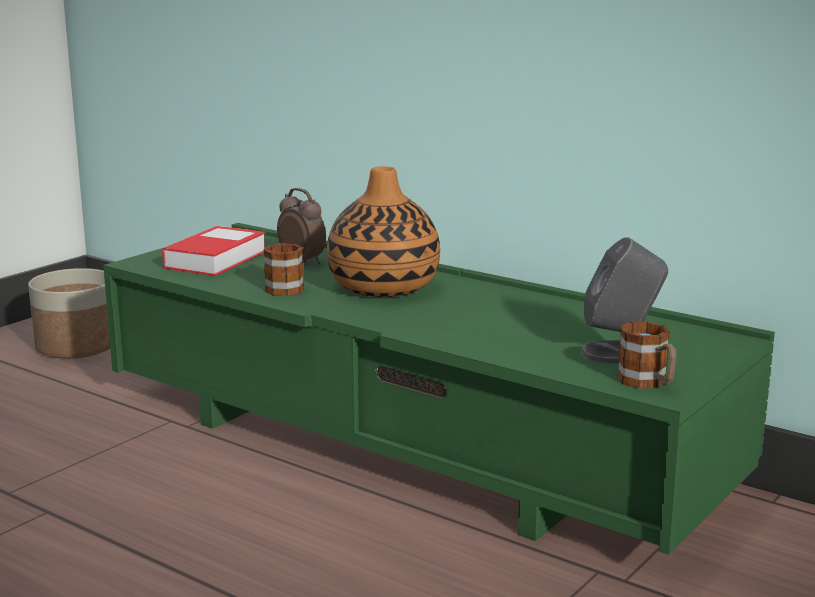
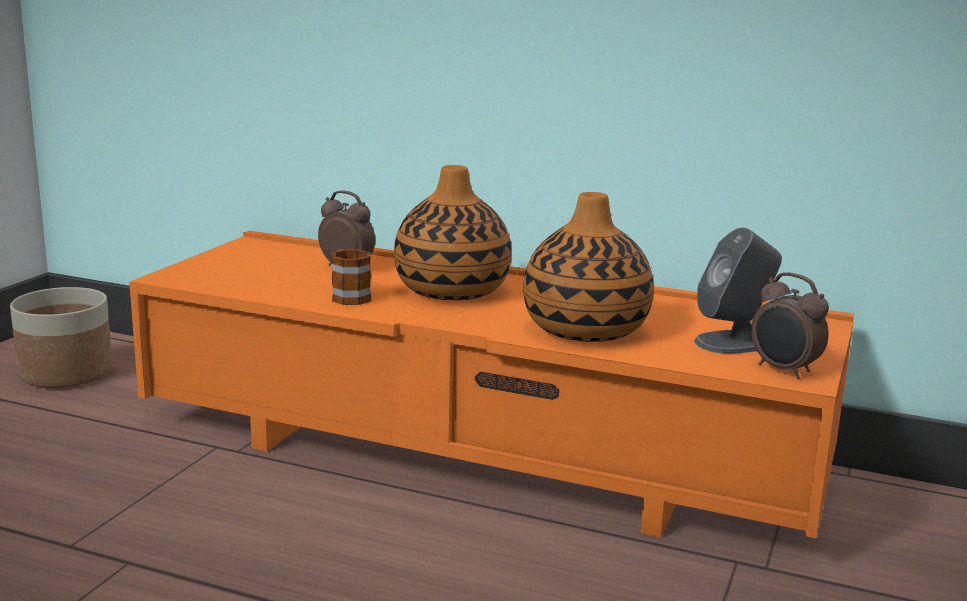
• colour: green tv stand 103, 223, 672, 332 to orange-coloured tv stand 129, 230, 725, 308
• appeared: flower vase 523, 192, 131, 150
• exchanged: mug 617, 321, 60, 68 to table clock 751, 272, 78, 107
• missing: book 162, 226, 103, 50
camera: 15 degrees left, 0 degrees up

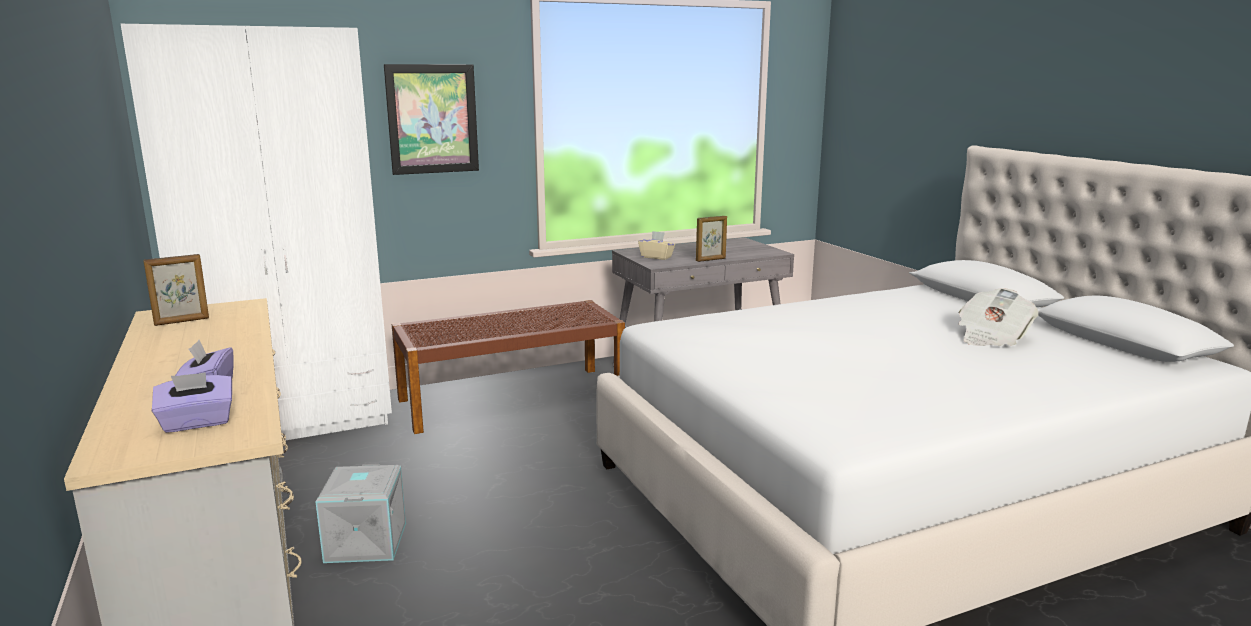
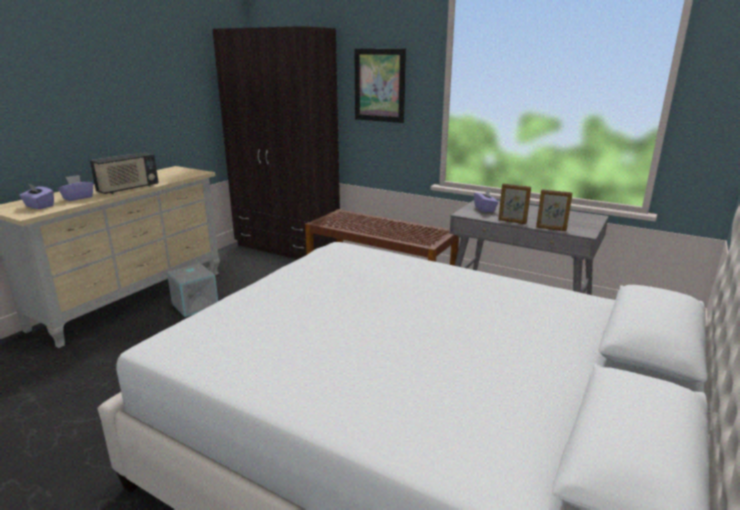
• appeared: radio set 90, 152, 68, 42
• colour: white clothes cupboard 121, 24, 271, 416 to brown-coloured clothes cupboard 212, 26, 128, 234
• colour: beige tissue box 638, 231, 37, 29 to purple-coloured tissue box 474, 188, 24, 24
• relocated: standing frame 143, 254, 66, 72 to 536, 189, 36, 42
• missing: newspaper 959, 288, 80, 58
camera: 55 degrees right, 5 degrees up

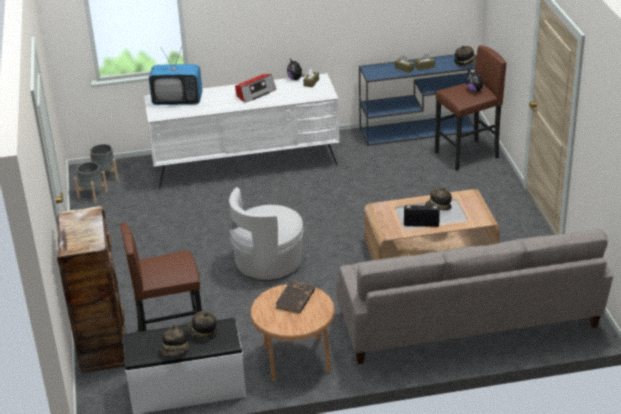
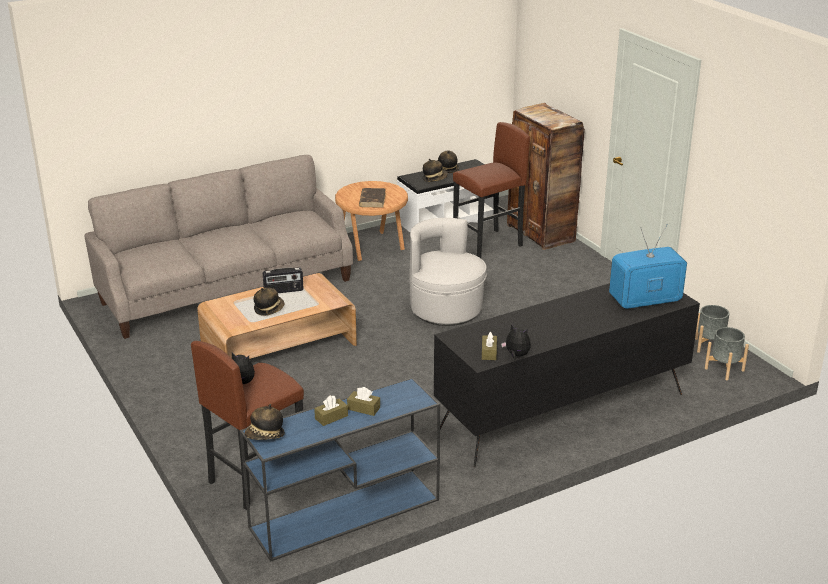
• spun: white easy chair 229, 187, 74, 94 = 409, 218, 78, 108 75 degrees counterclockwise
• colour: white tv stand 144, 73, 196, 116 to blackish tv stand 434, 283, 266, 184
• missing: radio set 235, 74, 41, 29
camera: 160 degrees right, 5 degrees down

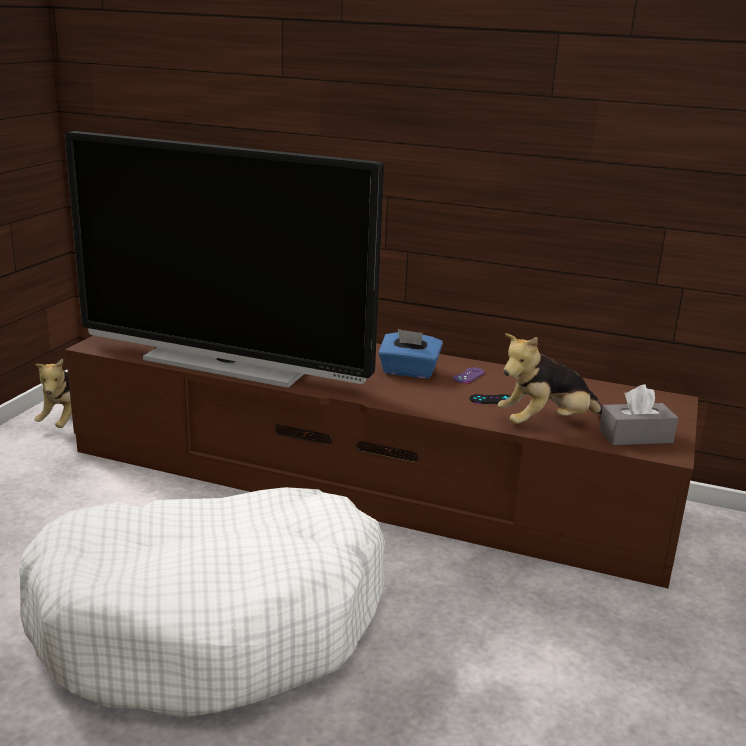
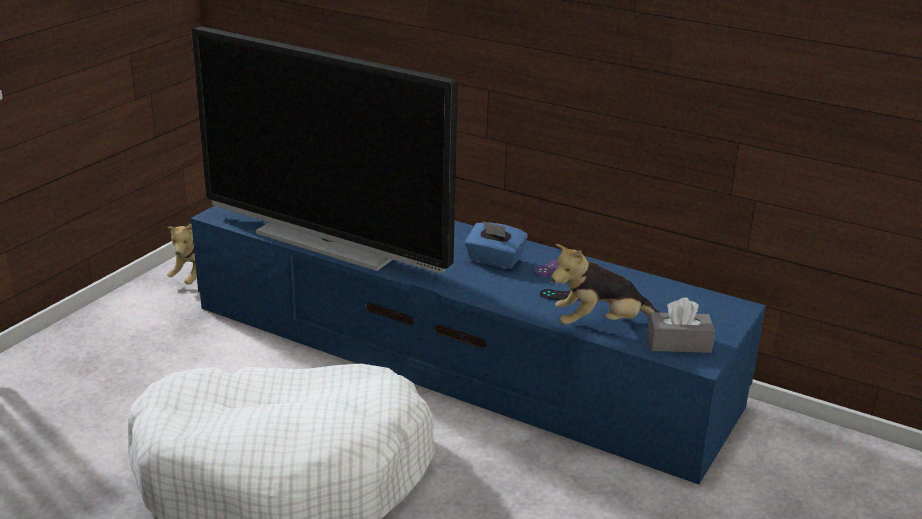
• colour: brown-coloured tv stand 65, 335, 633, 253 to blue tv stand 190, 206, 576, 278
camera: 10 degrees right, 5 degrees up

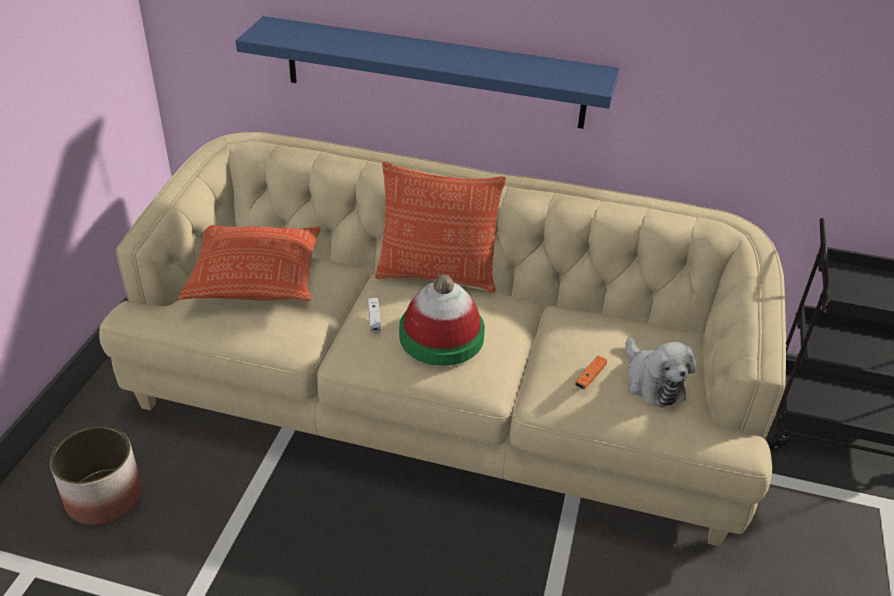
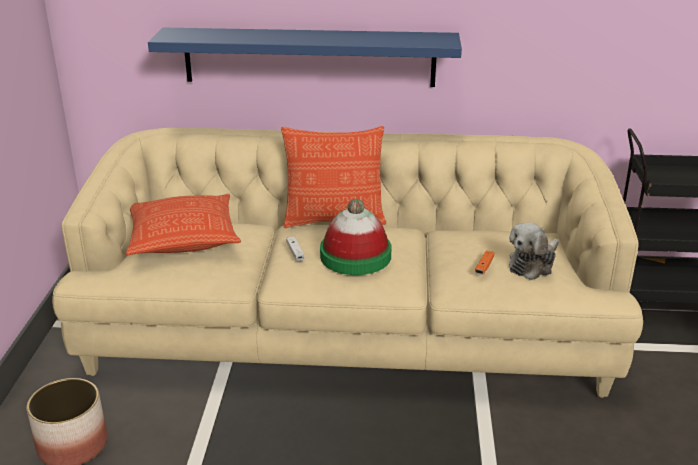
• spun: soft toy 625, 337, 71, 70 = 509, 222, 50, 58 75 degrees clockwise
camera: 10 degrees left, 10 degrees down

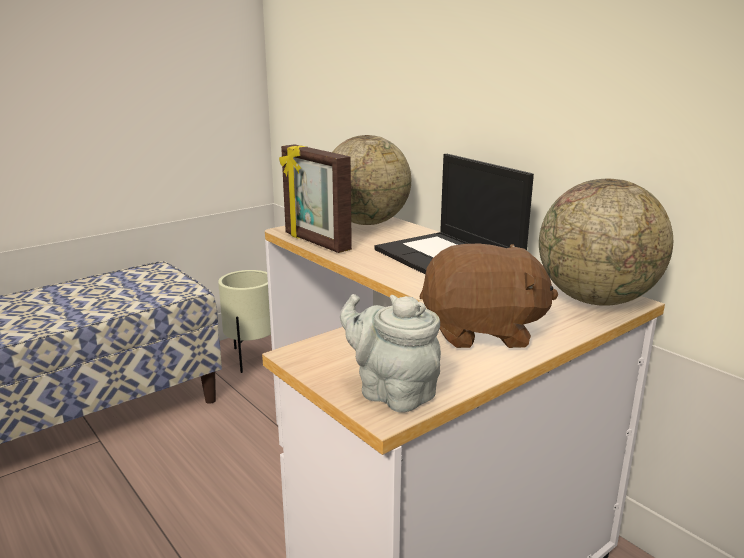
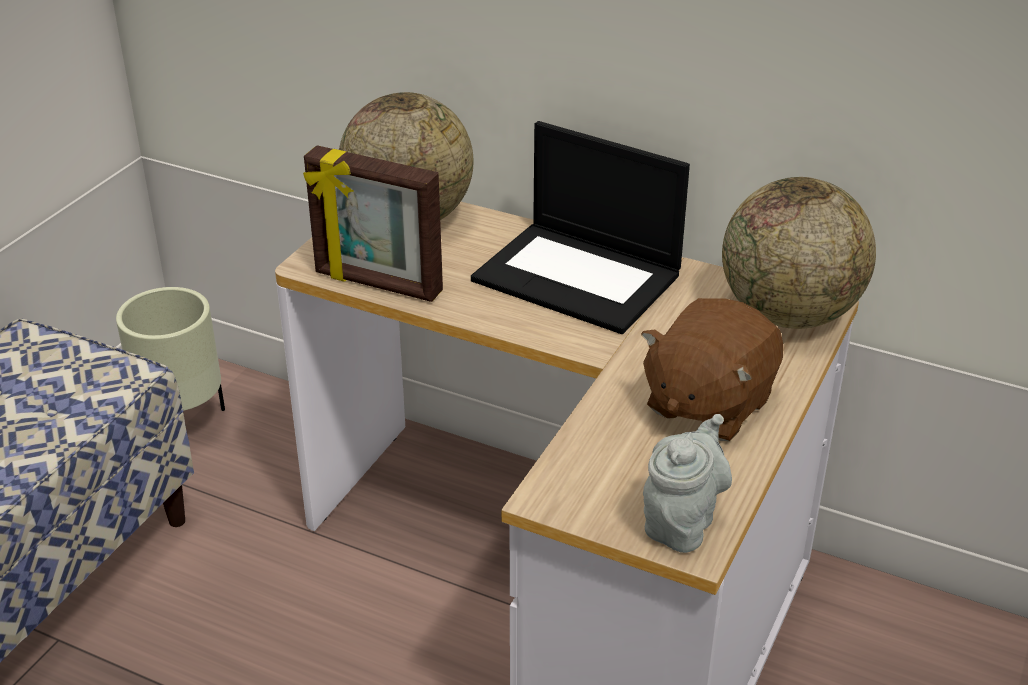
• spun: brown-coloured soft toy 419, 244, 139, 104 = 641, 298, 142, 143 150 degrees clockwise
• spun: gray teapot 340, 294, 101, 118 = 643, 414, 89, 139 105 degrees clockwise
camera: 25 degrees left, 15 degrees up

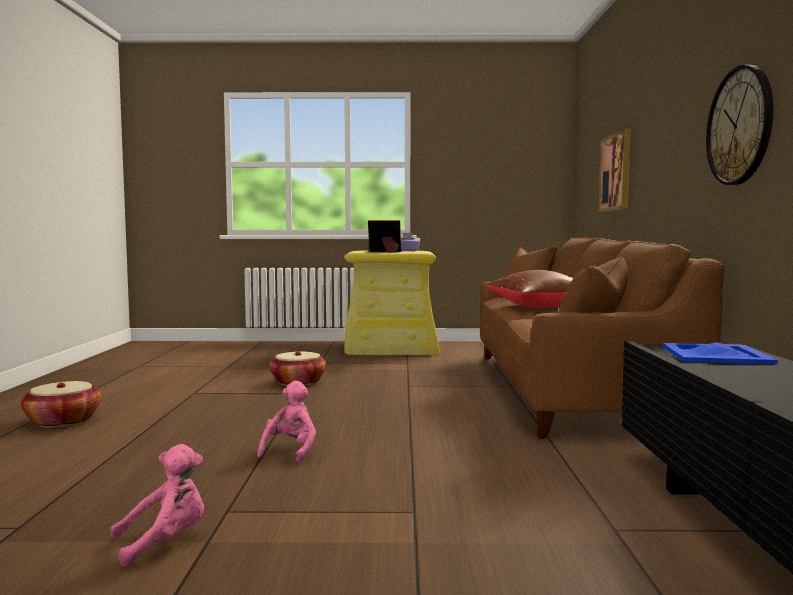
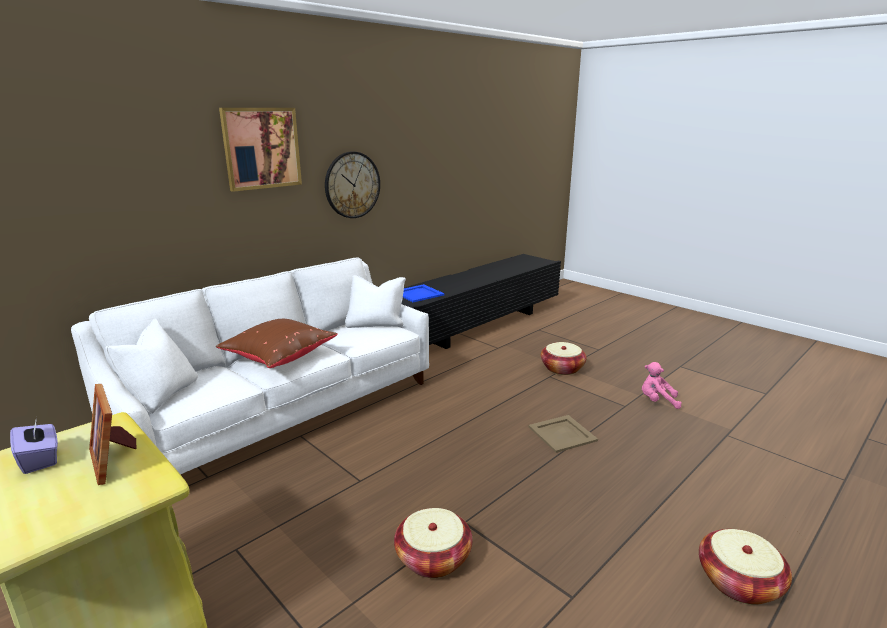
• colour: brown-coloured sofa 480, 237, 244, 202 to white sofa 71, 258, 358, 216
• relocated: picture 598, 128, 33, 83 to 219, 108, 83, 84
• exchanged: pink soft toy 257, 381, 59, 83 to beige serving tray 528, 415, 70, 38
• appeared: basket 541, 342, 46, 33
camera: 135 degrees left, 15 degrees up

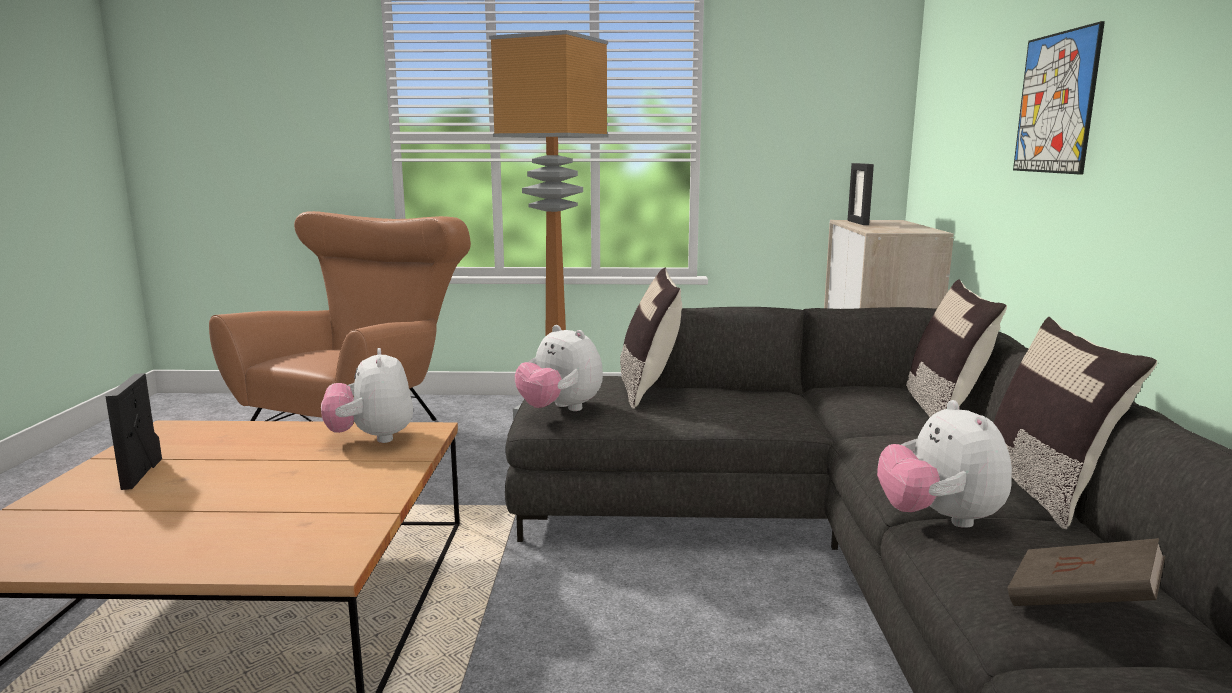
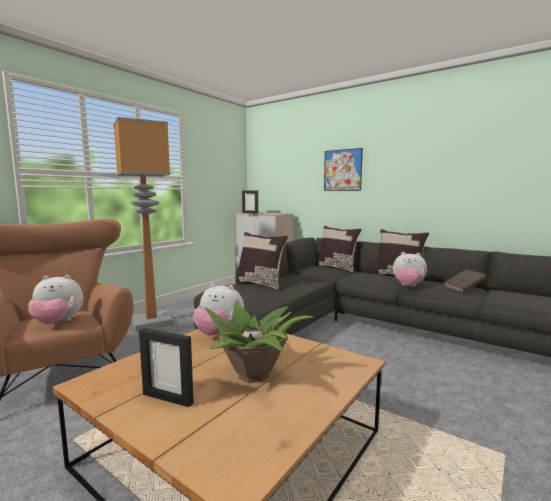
• relocated: soft toy 515, 325, 88, 86 to 28, 275, 55, 49
• appeared: houseplant 205, 300, 108, 83
camera: 55 degrees left, 5 degrees down

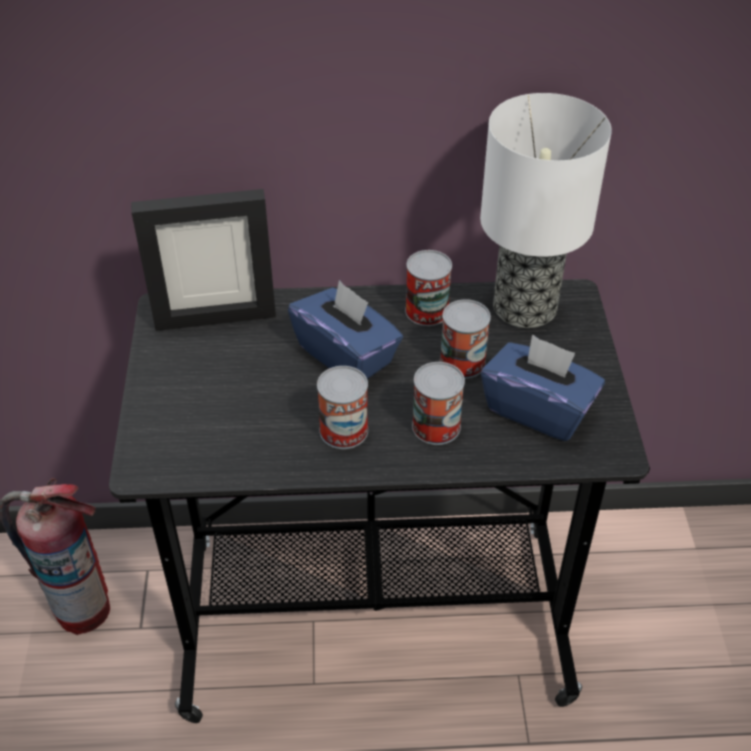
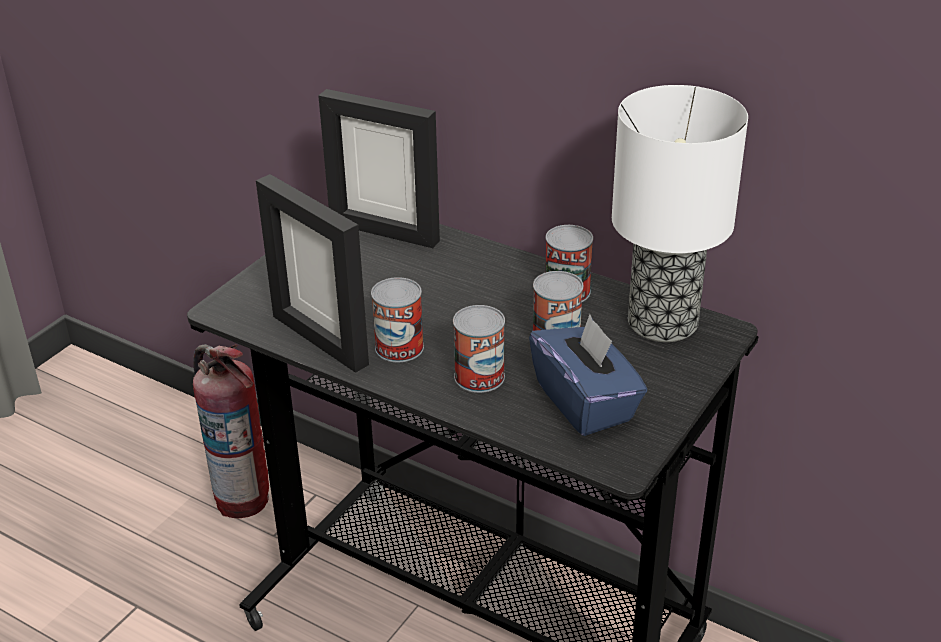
• appeared: standing frame 256, 174, 113, 199
• missing: blue tissue box 288, 280, 115, 99
camera: 35 degrees right, 10 degrees down

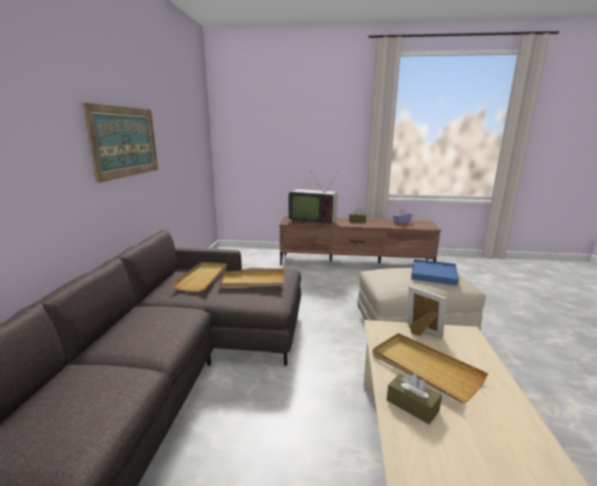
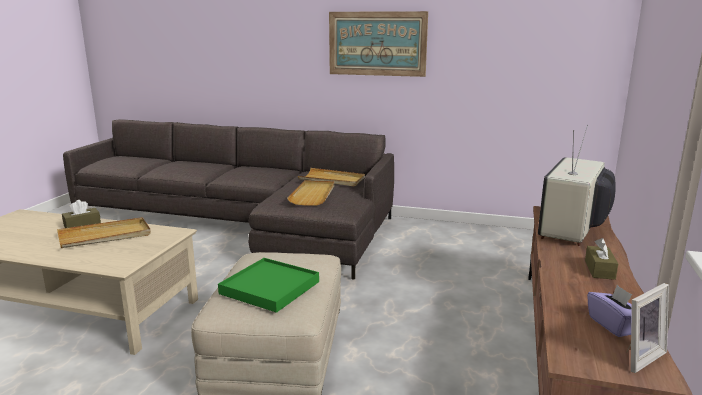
• colour: blue serving tray 411, 259, 47, 27 to green serving tray 218, 258, 101, 55
• relocated: standing frame 407, 286, 39, 52 to 626, 283, 43, 90
camera: 100 degrees right, 0 degrees up

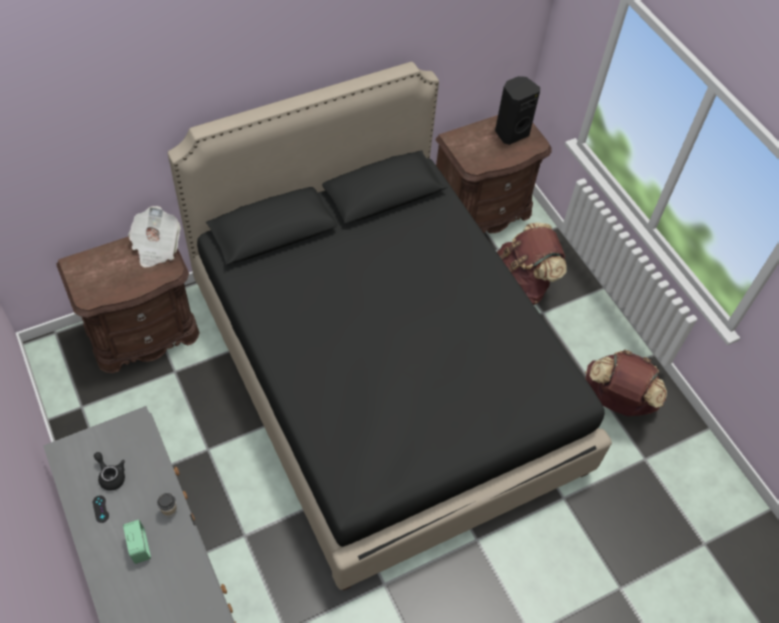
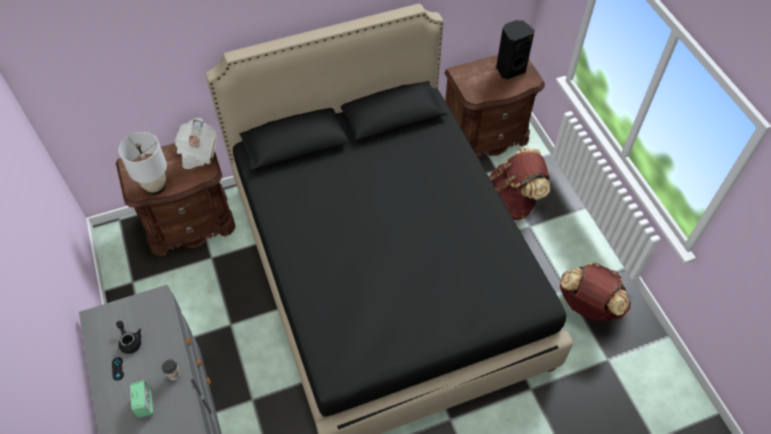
• appeared: white lamp for a table 119, 132, 48, 62
camera: 10 degrees right, 0 degrees up

